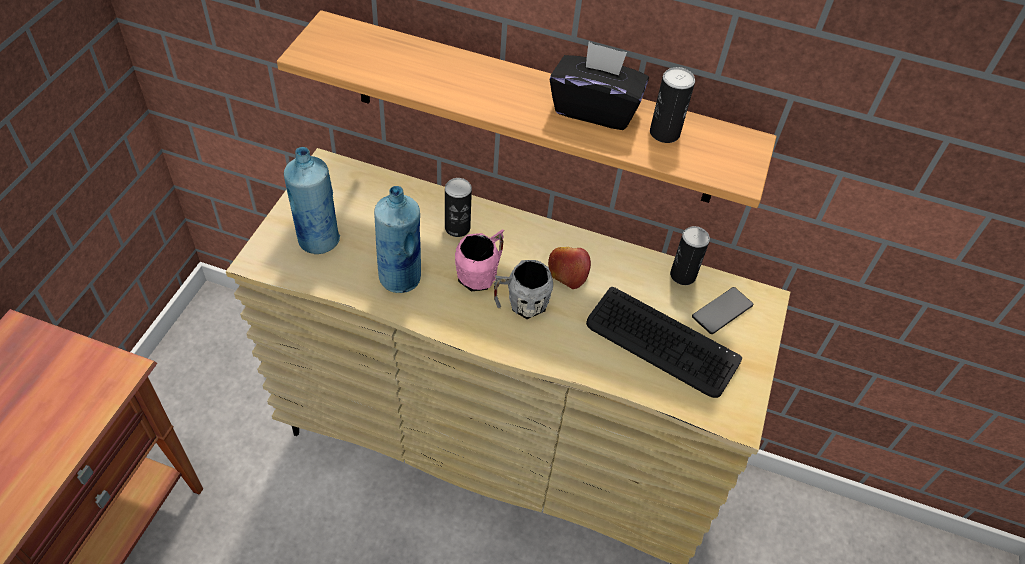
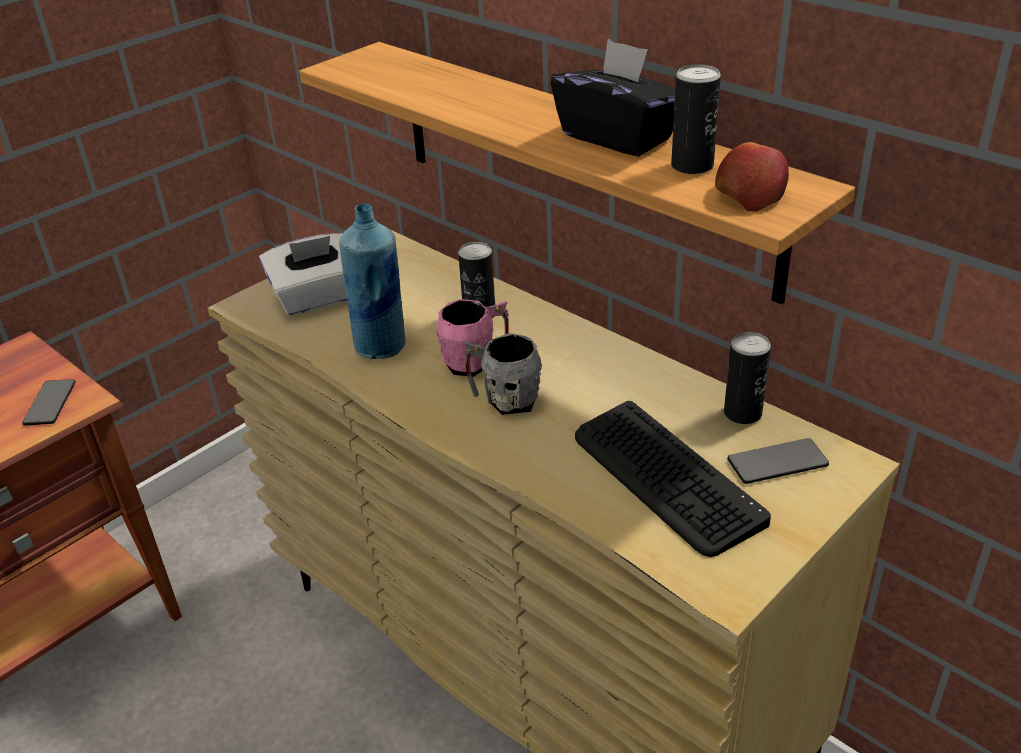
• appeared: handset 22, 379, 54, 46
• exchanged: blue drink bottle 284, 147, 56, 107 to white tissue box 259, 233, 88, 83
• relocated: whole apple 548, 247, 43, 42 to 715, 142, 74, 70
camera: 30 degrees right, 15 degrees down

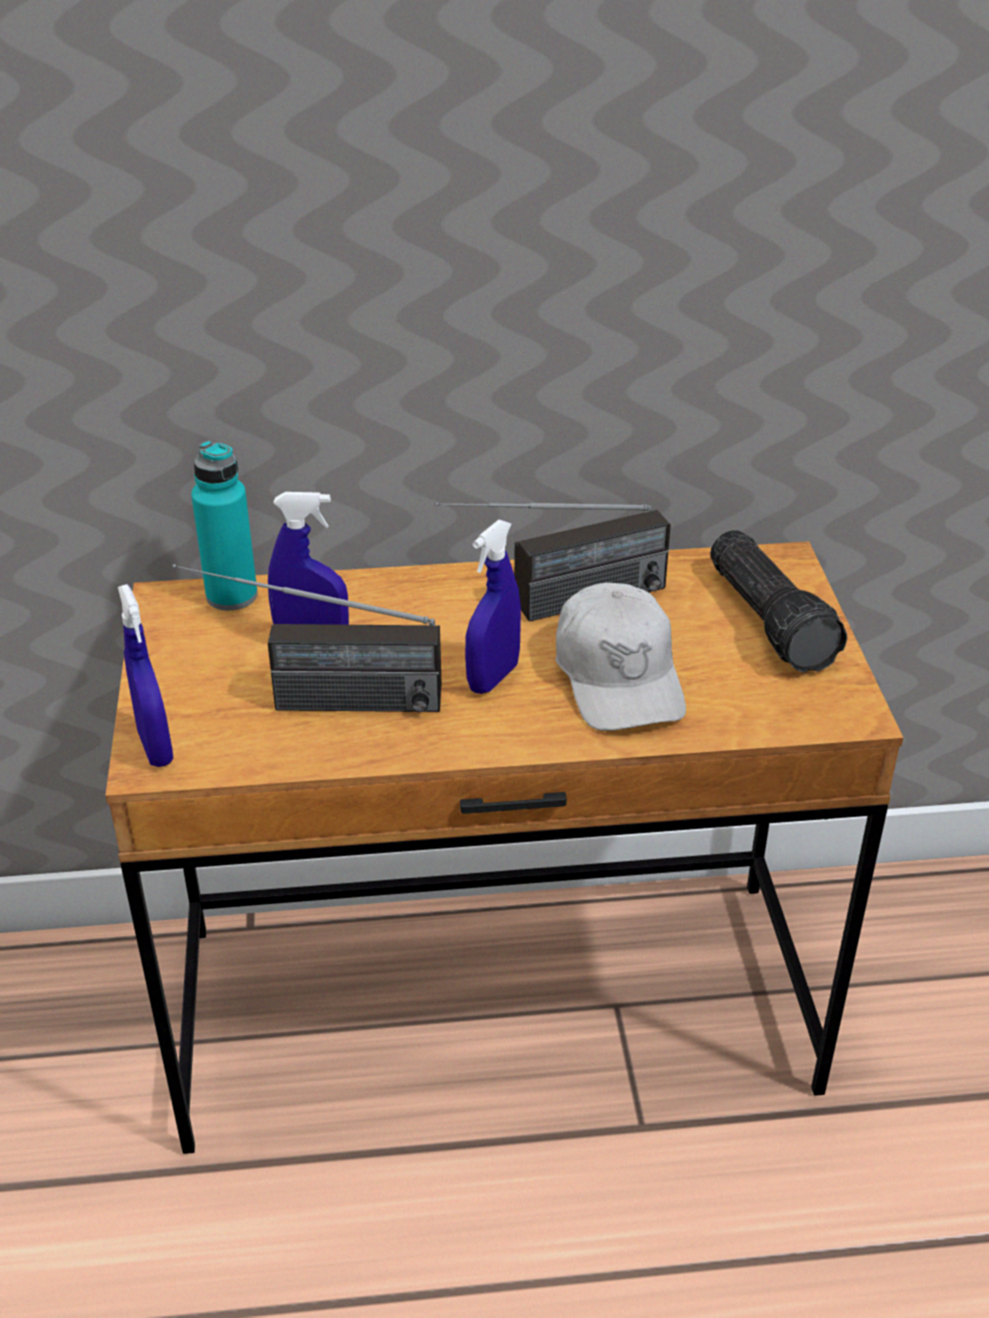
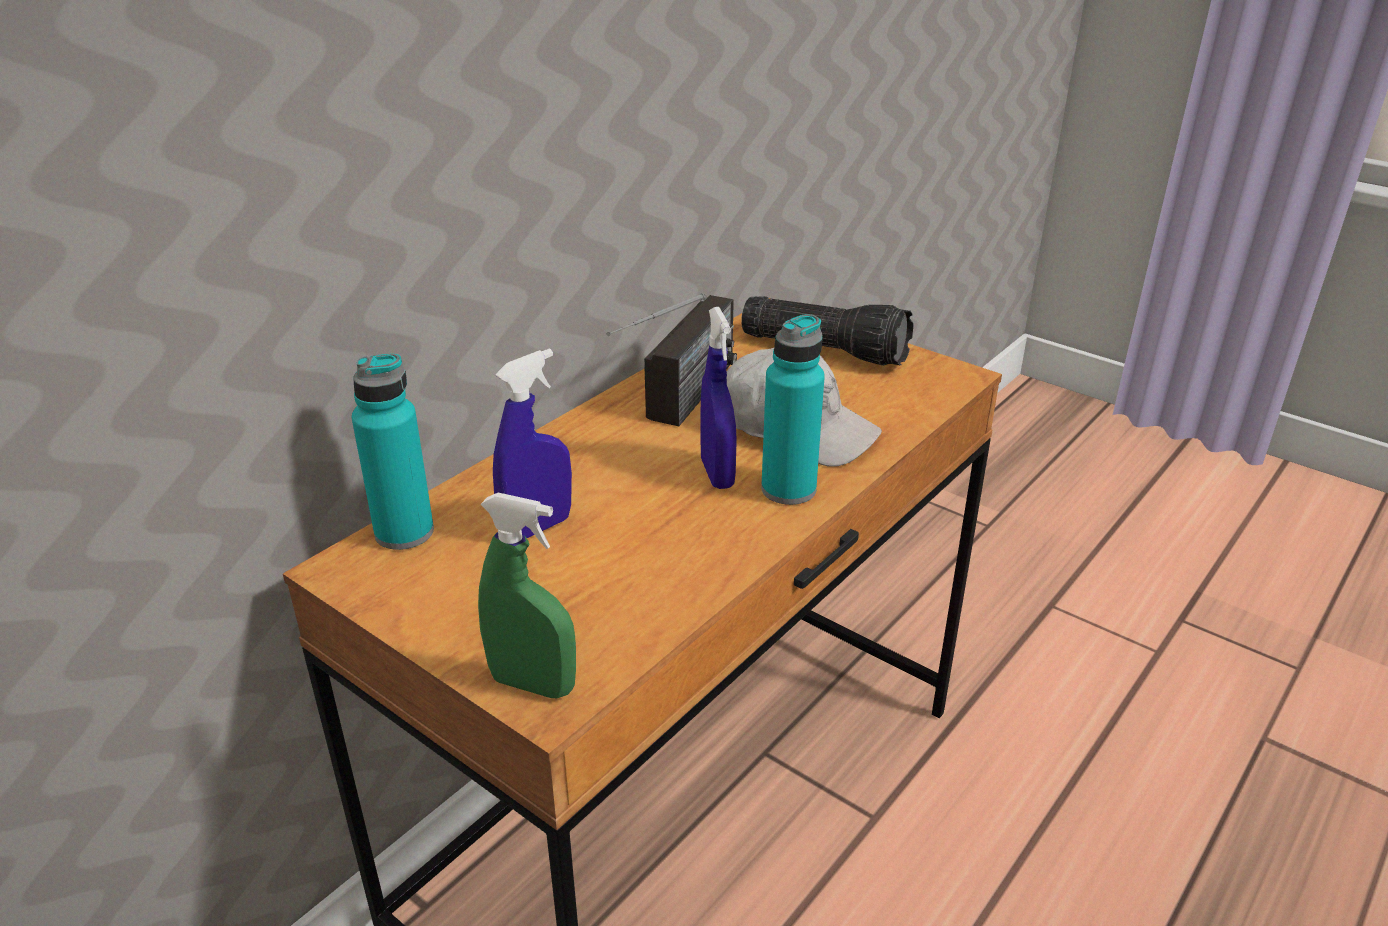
• colour: blue sprayer 118, 584, 55, 183 to green sprayer 478, 493, 98, 205
• appeared: turquoise-coloured drink bottle 761, 314, 64, 191
• missing: radio set 172, 564, 270, 148
camera: 45 degrees left, 5 degrees down

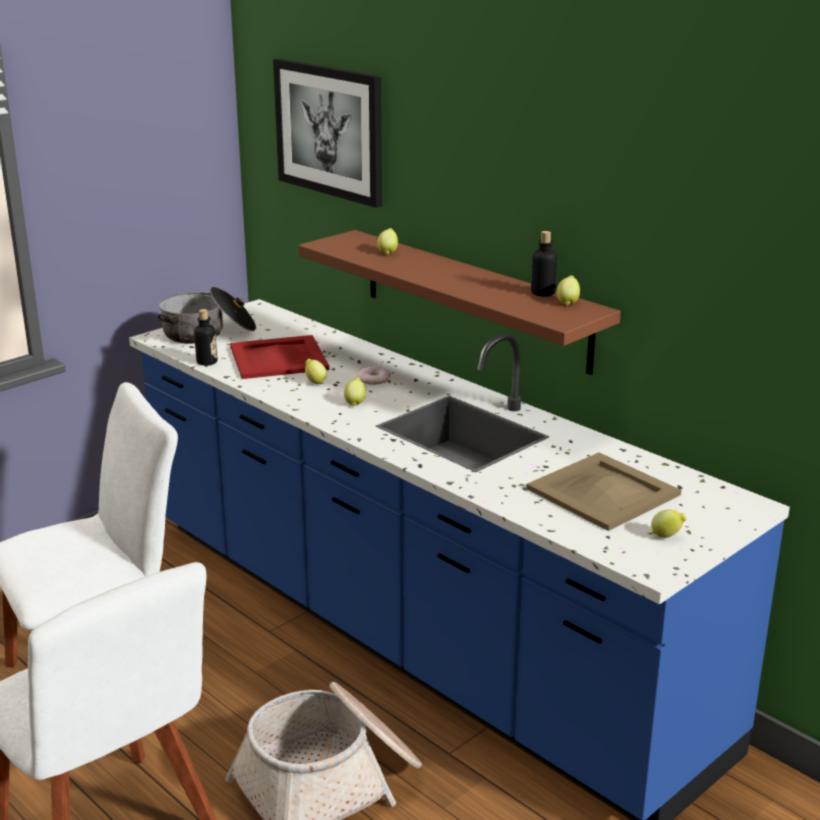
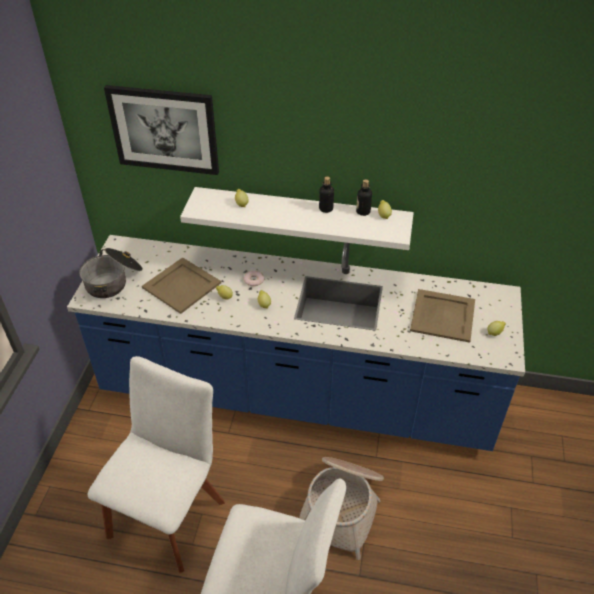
• colour: red-coloured serving tray 230, 335, 99, 44 to beige serving tray 142, 257, 79, 57
• colour: brown-coloured shelf 299, 230, 322, 145 to white shelf 180, 187, 234, 63
• relocated: drink bottle 194, 309, 24, 56 to 319, 176, 15, 37
camera: 35 degrees left, 20 degrees up

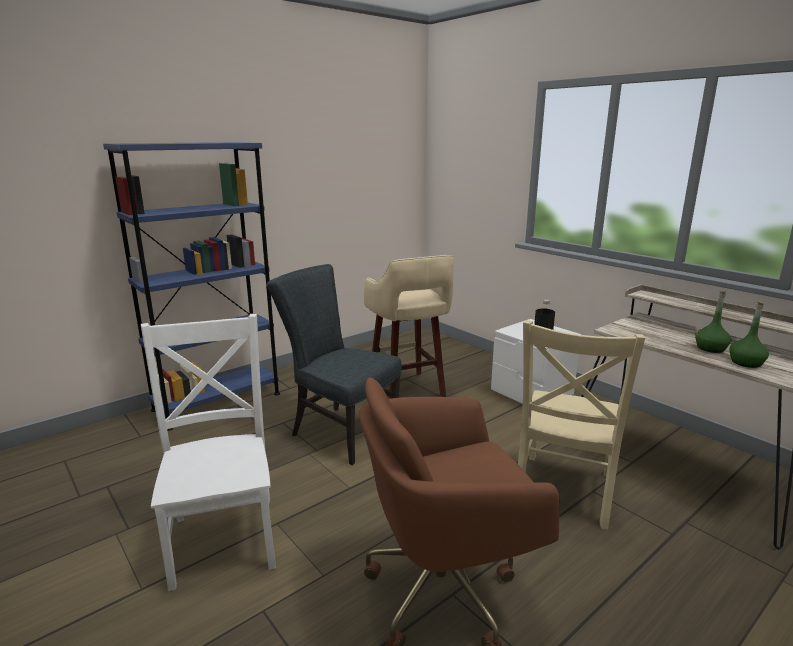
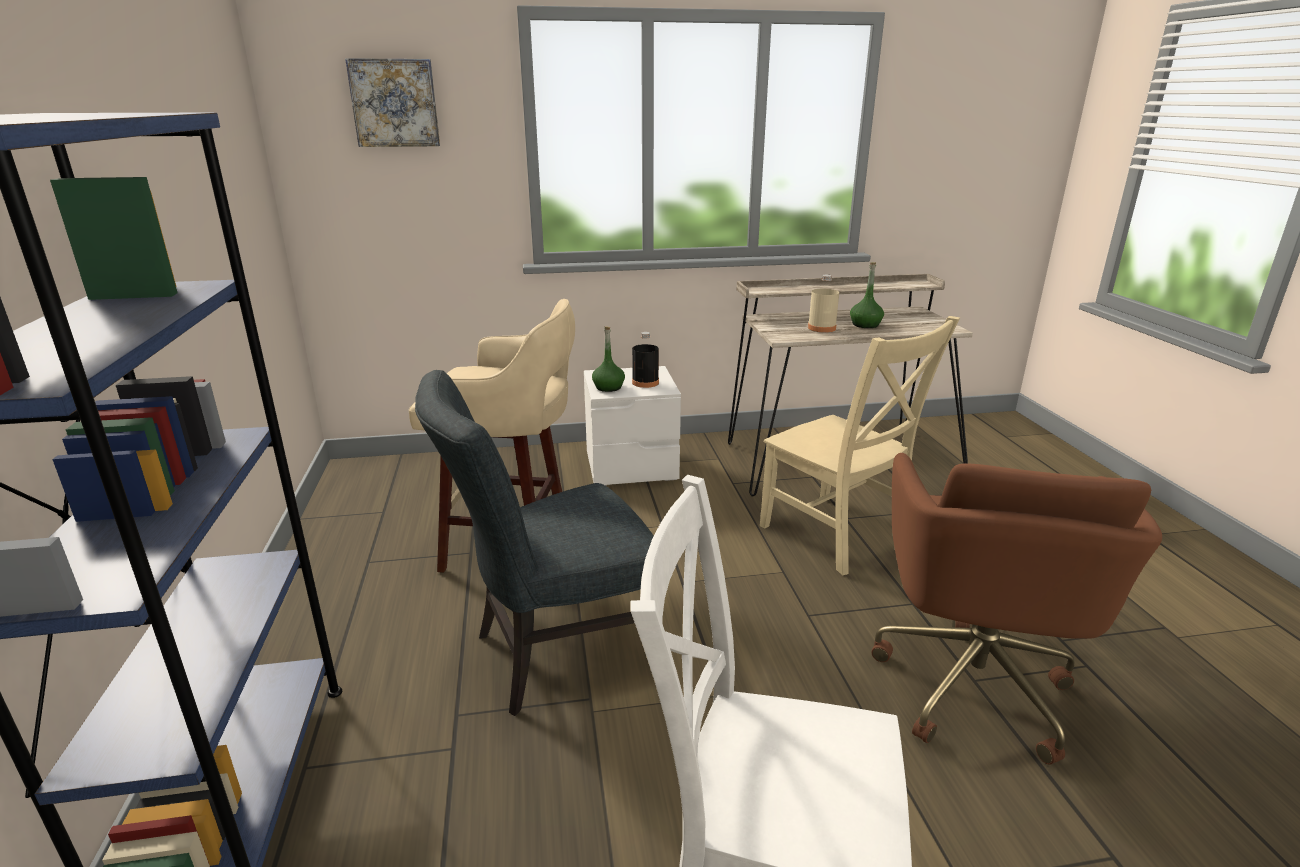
• appeared: picture 345, 58, 95, 89
• relocated: green drink bottle 729, 301, 40, 67 to 592, 326, 33, 66
• appeared: beige drink bottle 808, 275, 31, 57
camera: 60 degrees left, 5 degrees up

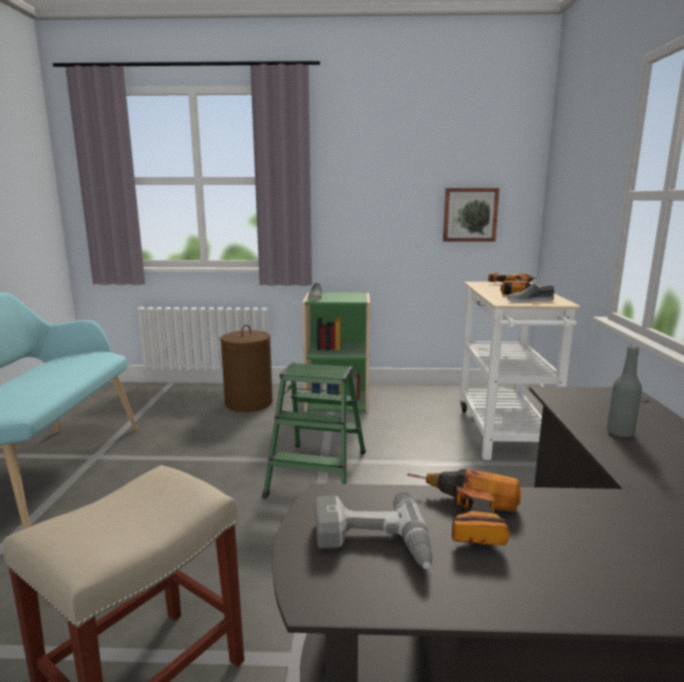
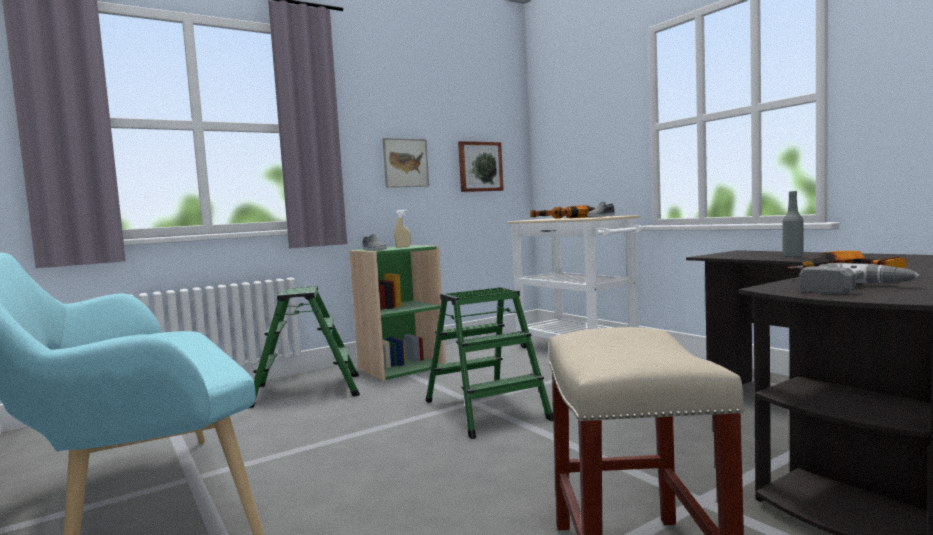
• exchanged: brown-coloured washing basket 220, 325, 53, 87 to green step stool 250, 286, 110, 122
• appeared: picture 382, 138, 47, 50
• appeared: beige sprayer 394, 210, 17, 38
camera: 35 degrees left, 10 degrees down

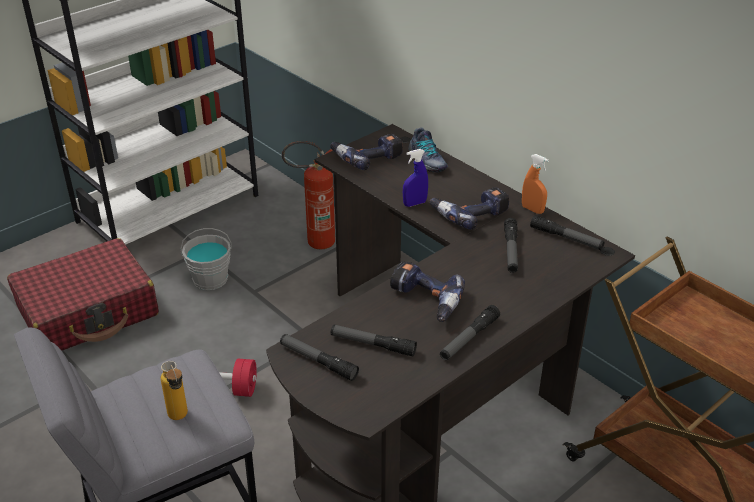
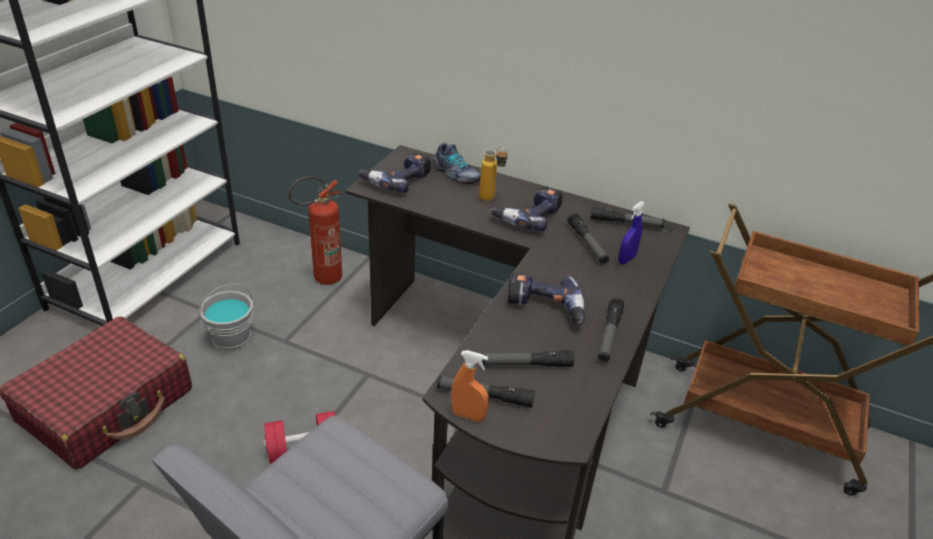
• relocated: orange-coloured sprayer 522, 154, 27, 60 to 451, 350, 38, 72
• relocated: drink bottle 161, 361, 27, 59 to 479, 147, 29, 54
• relocated: blue sprayer 403, 149, 25, 58 to 618, 201, 27, 63
camera: 25 degrees left, 0 degrees up

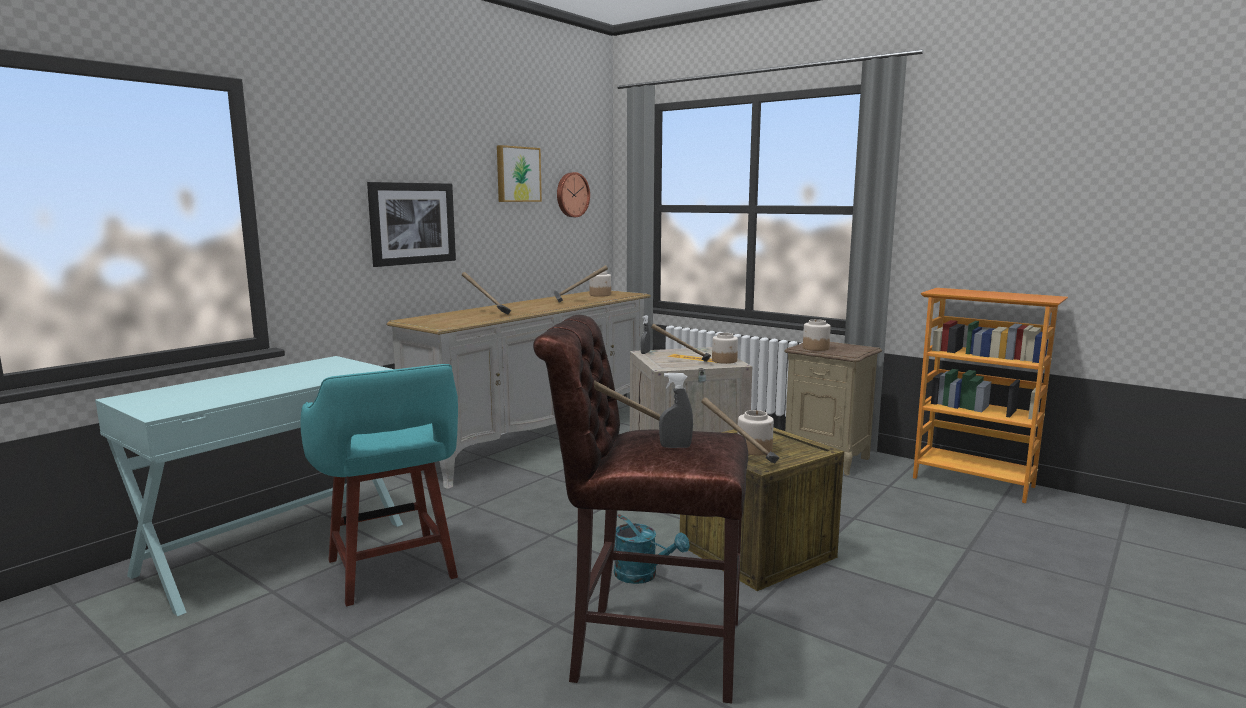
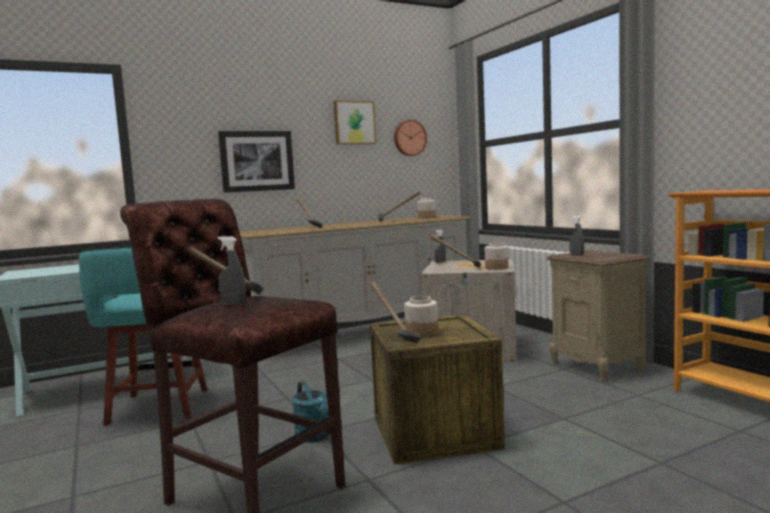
• exchanged: jar 803, 319, 28, 32 to gray sprayer 569, 215, 15, 41
camera: 25 degrees right, 5 degrees down

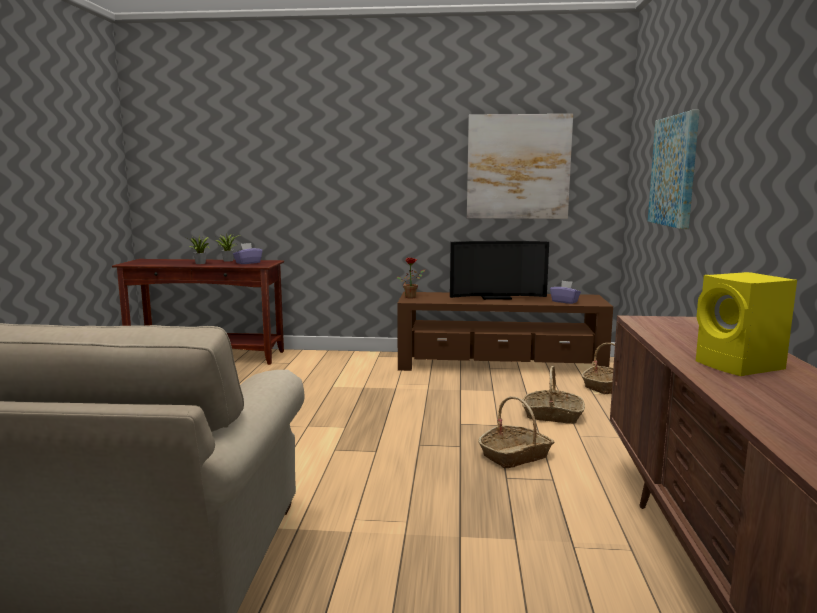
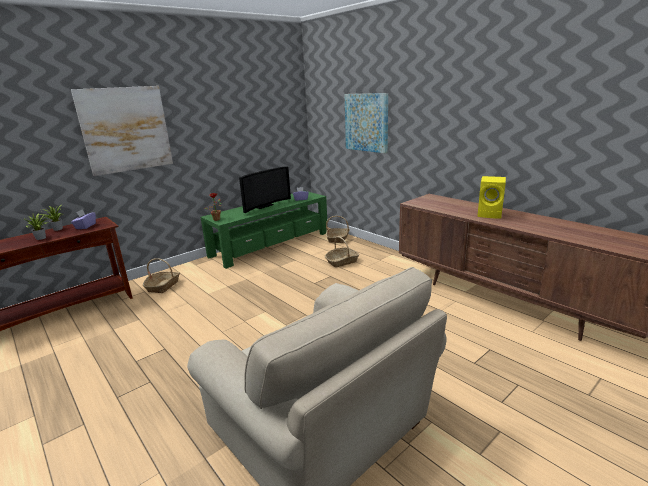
• relocated: picture 467, 114, 106, 105 to 71, 86, 102, 90
• relocated: basket 478, 396, 76, 73 to 143, 258, 37, 35
• colour: brown-coloured tv stand 397, 292, 216, 79 to green tv stand 200, 191, 128, 78
camera: 45 degrees left, 10 degrees up

